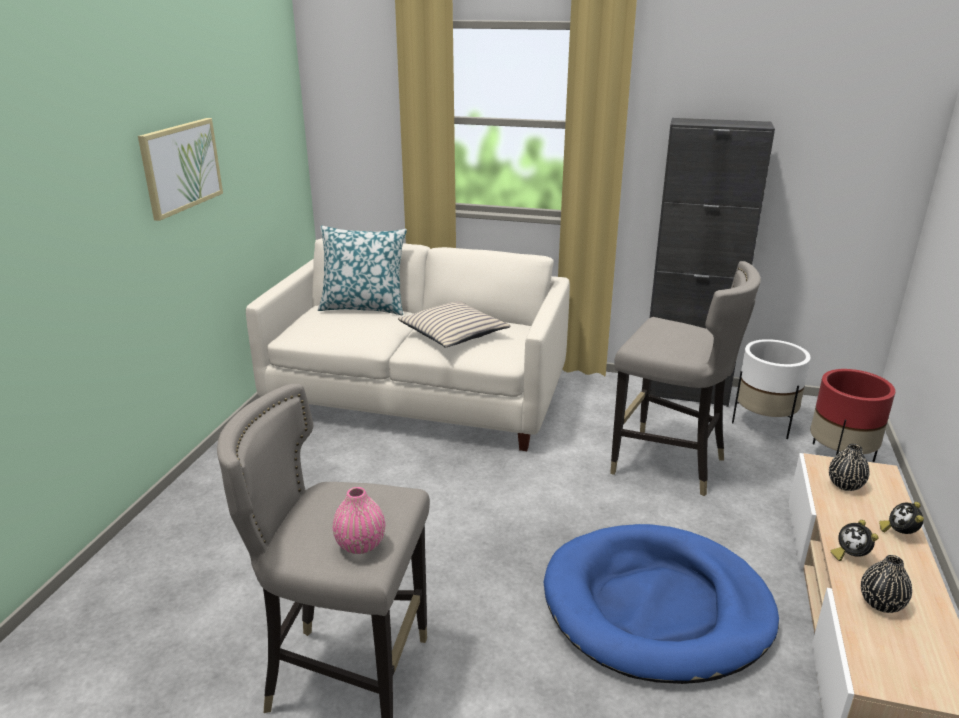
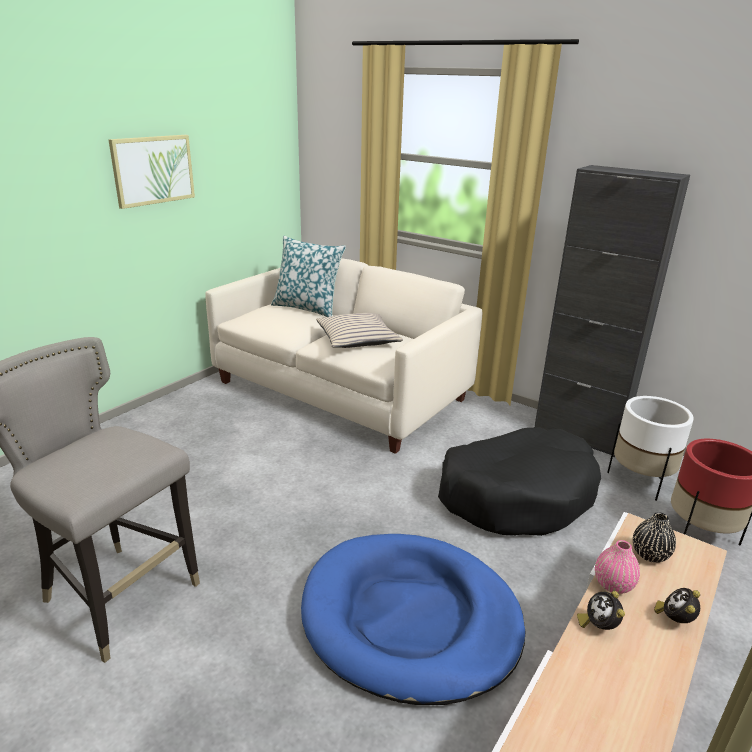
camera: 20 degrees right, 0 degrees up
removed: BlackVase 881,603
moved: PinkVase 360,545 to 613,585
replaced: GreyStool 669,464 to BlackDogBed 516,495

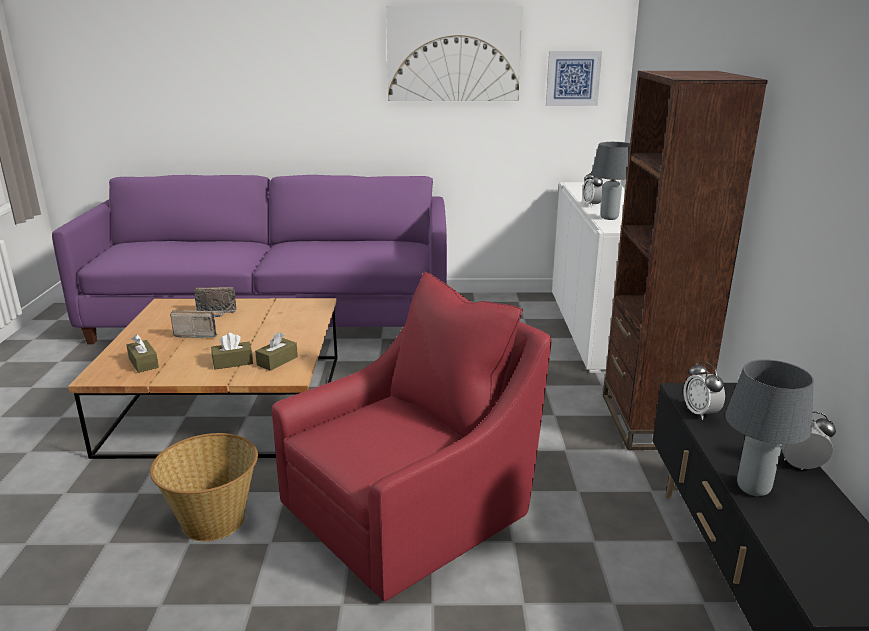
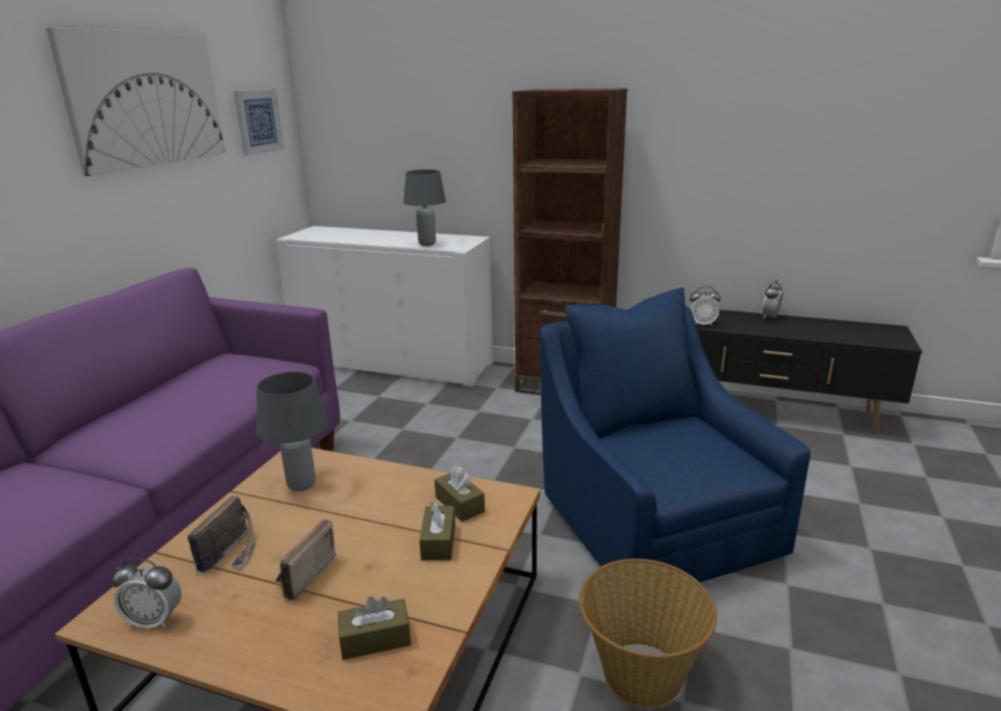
camera: 70 degrees left, 0 degrees up
moved: AlarmClock 591,205 to 155,620; GreyTableLamp 754,489 to 302,485
recoloured: RedArmchair 413,508 to BlueArmchair 653,520

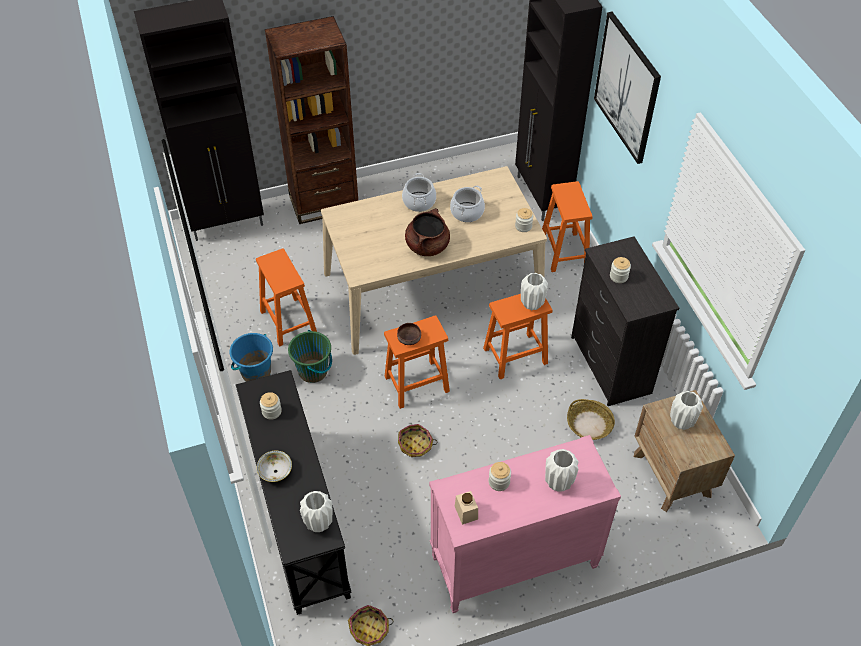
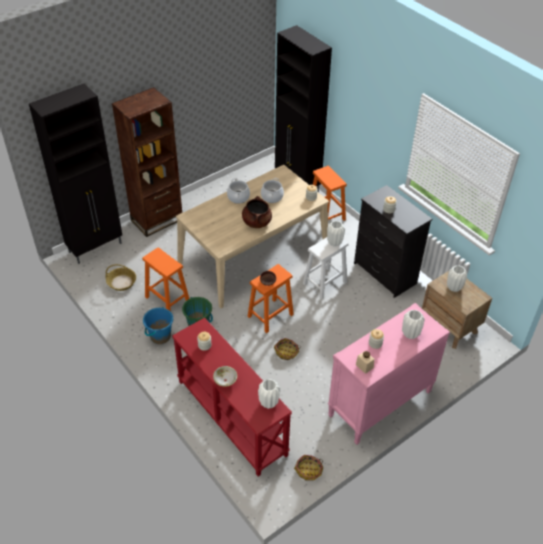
camera: 20 degrees left, 5 degrees down
removed: Picture 627,87
moved: Basket 589,424 to 121,282
recoloured: BlackConsoleTable 297,517 to RedConsoleTable 230,417; OrangeStool 514,356 to WhiteStool 324,283

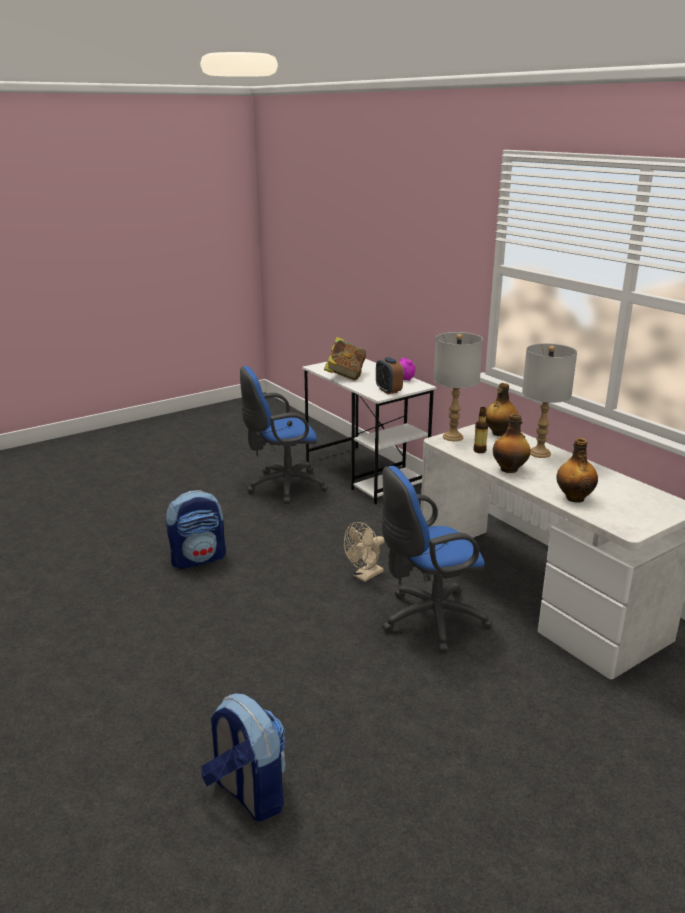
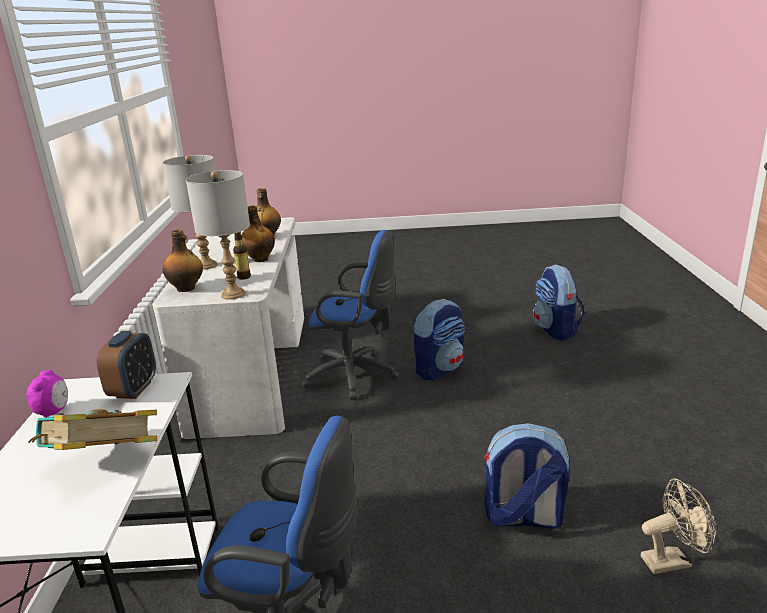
camera: 145 degrees left, 0 degrees up
added: Backpack 439,369
moved: BeigeFan 365,576 to 672,560

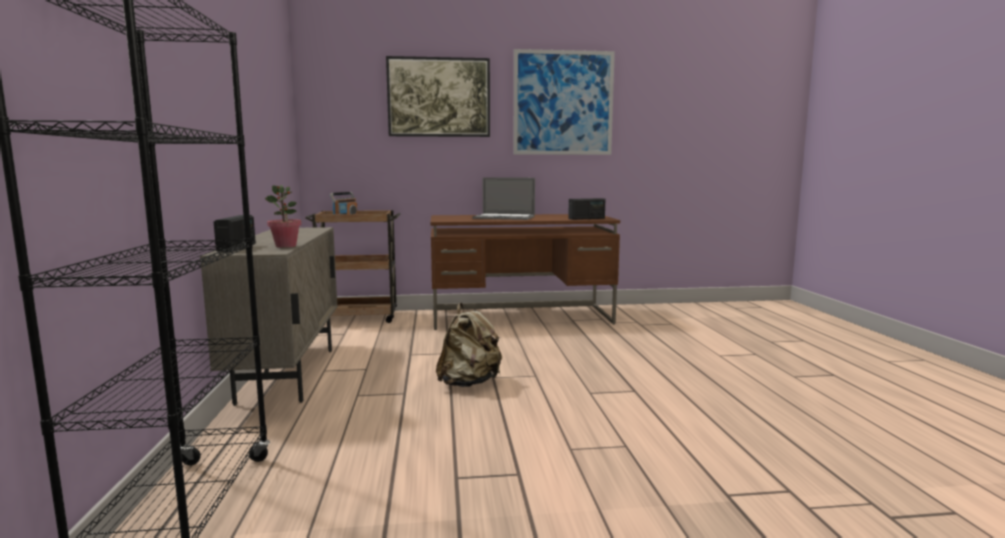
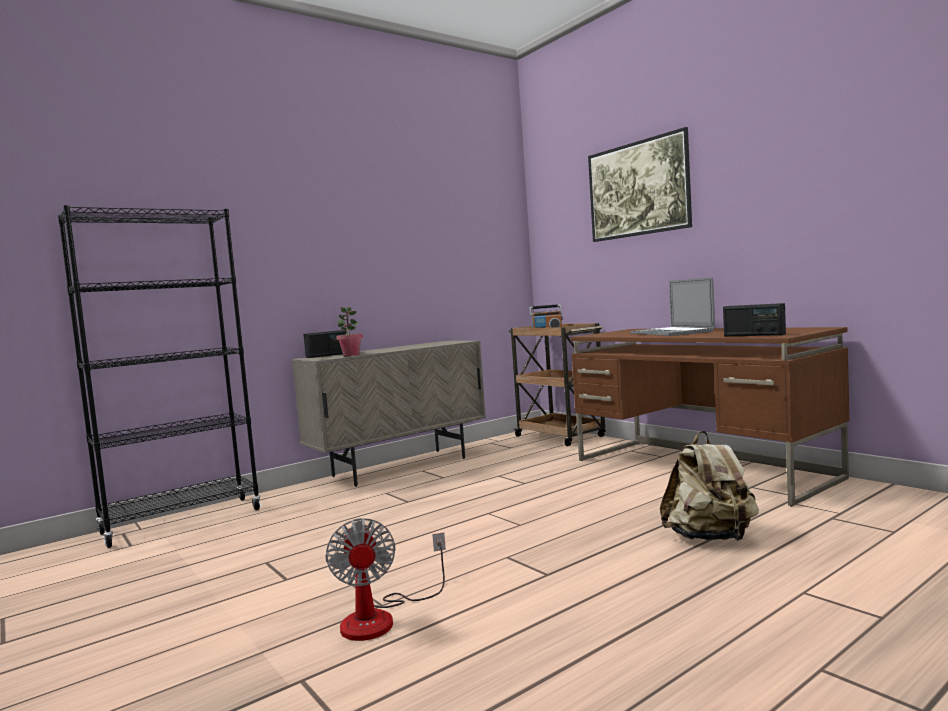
camera: 60 degrees right, 5 degrees down
removed: Picture 563,103
added: Fan 382,617
moved: BeigeBackpack 469,383 to 710,538

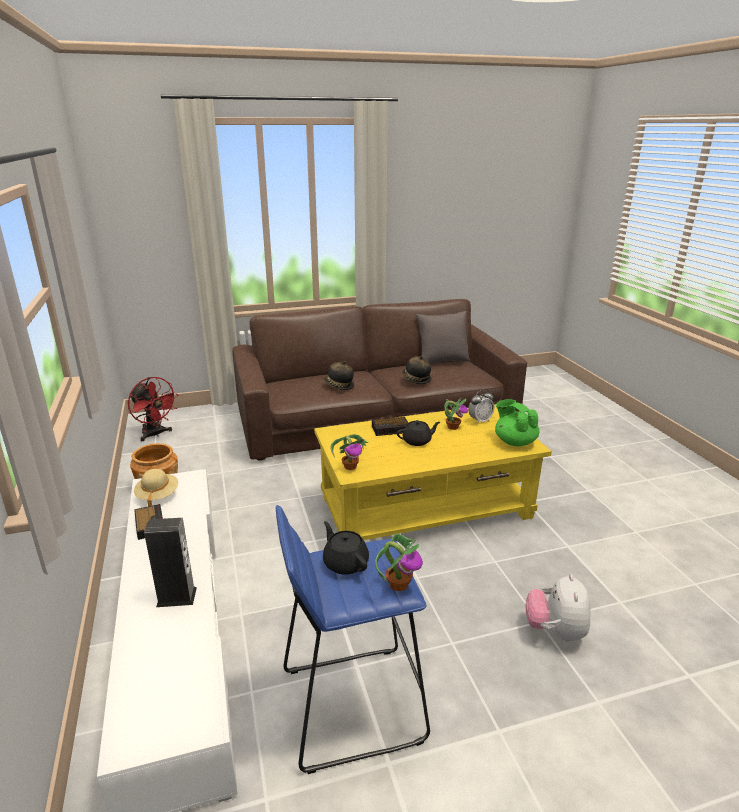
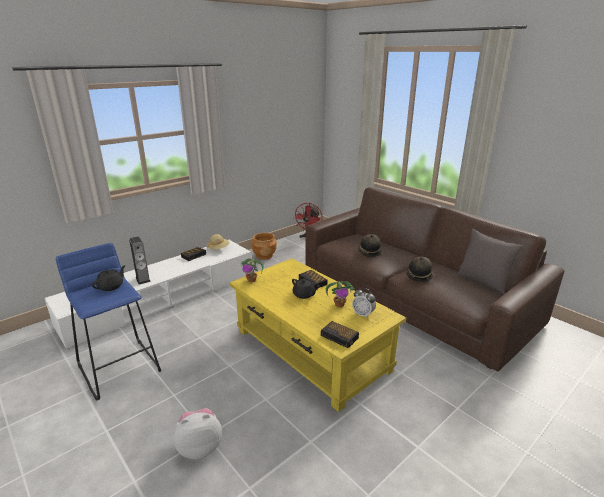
camera: 65 degrees right, 0 degrees up
removed: PottedPlant 398,584
replaced: GreenTeapot 514,442 to AlarmClock 340,337

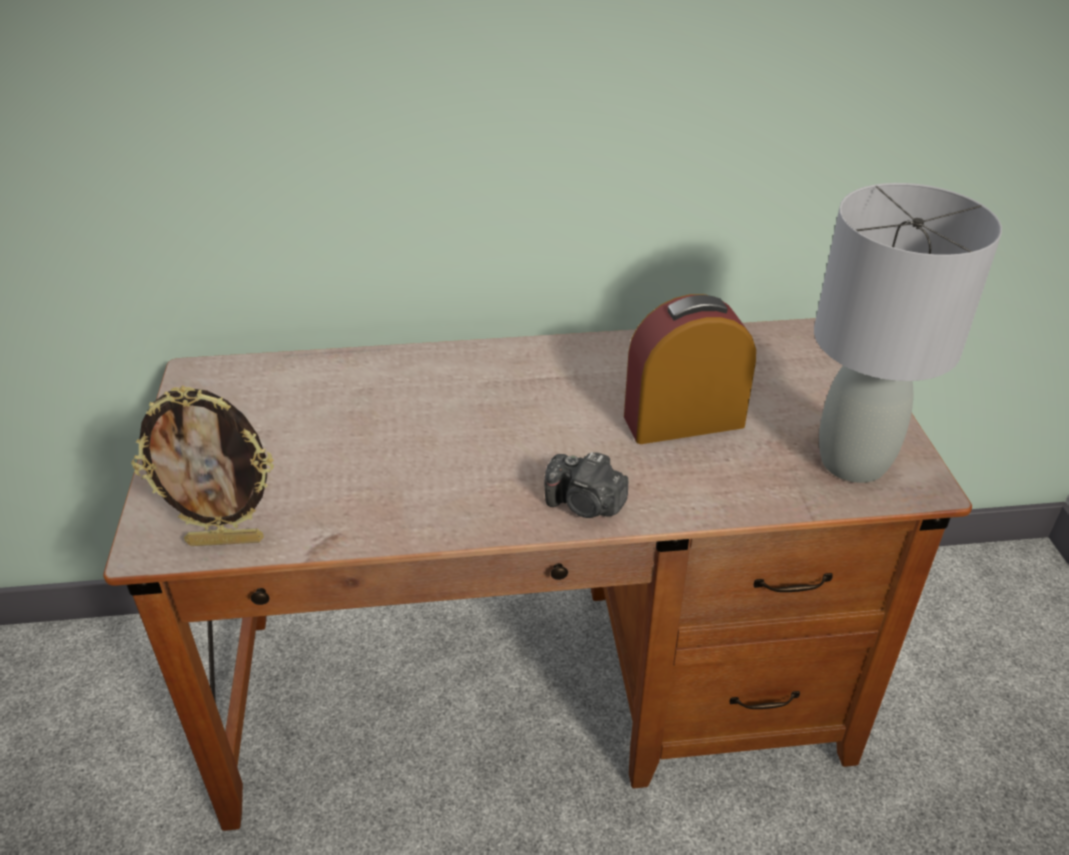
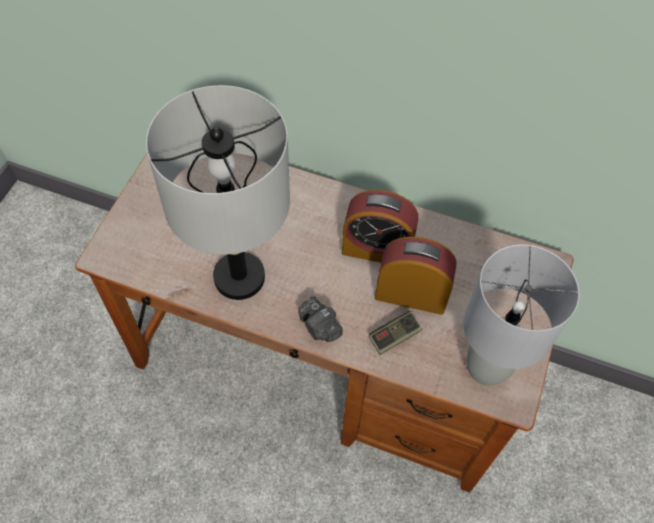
camera: 25 degrees right, 20 degrees up
removed: PictureFrame 226,540
added: GreyTableLamp 239,277; AlarmClock 377,249; GameController 394,336

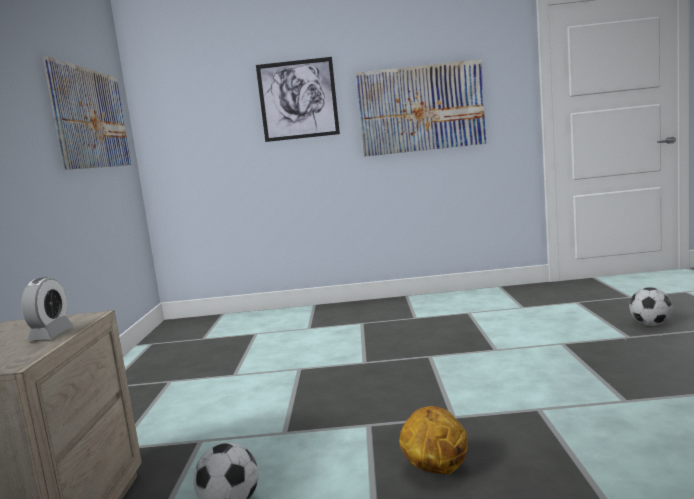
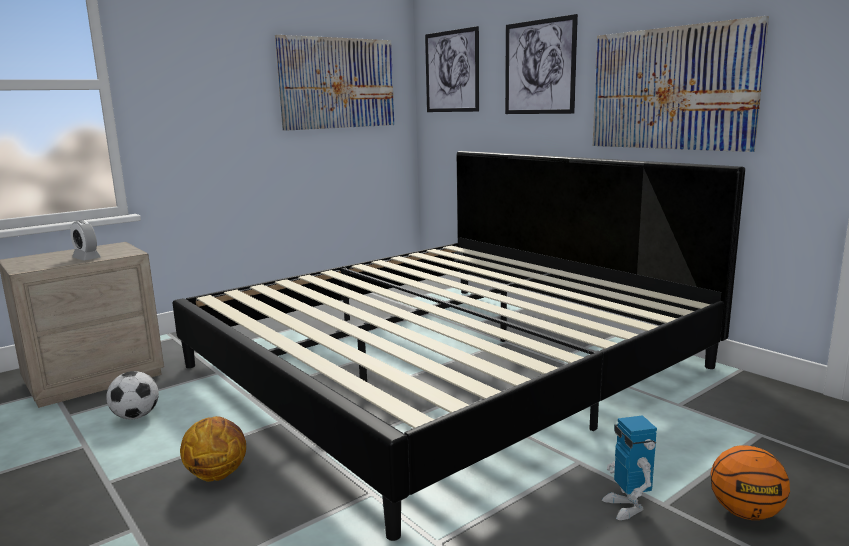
camera: 50 degrees right, 5 degrees up
added: Bed 444,366; Picture 451,71; ToyRobot 627,507
replaced: Football 650,324 to Basketball 745,513
turned: AlarmClock 51,334 = 86,258 75 degrees clockwise

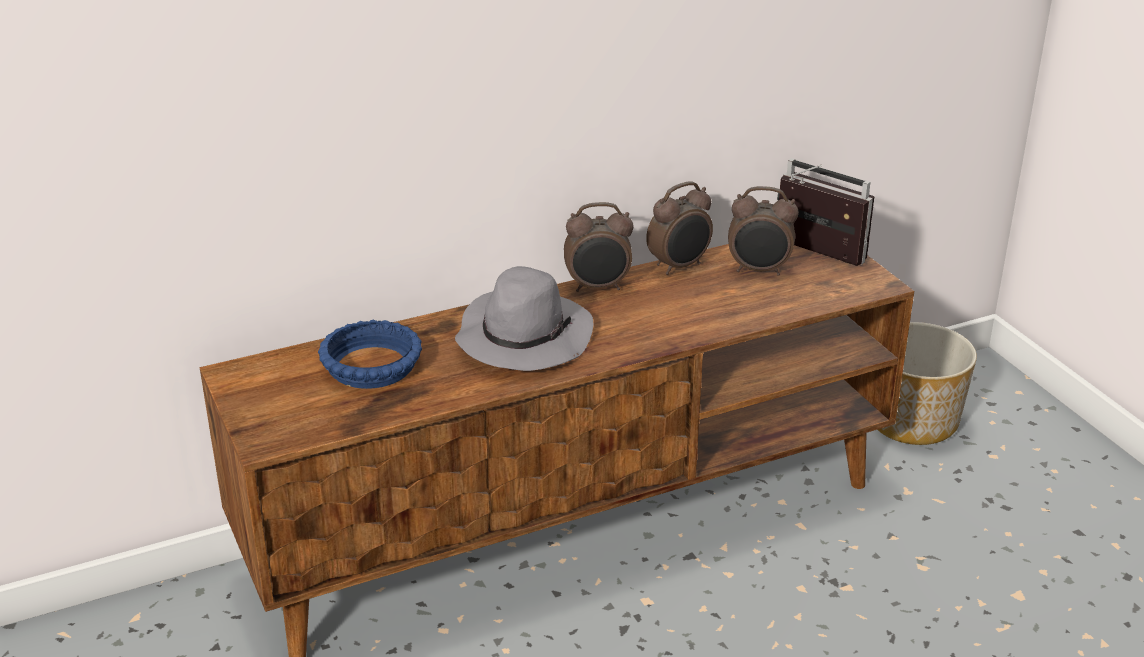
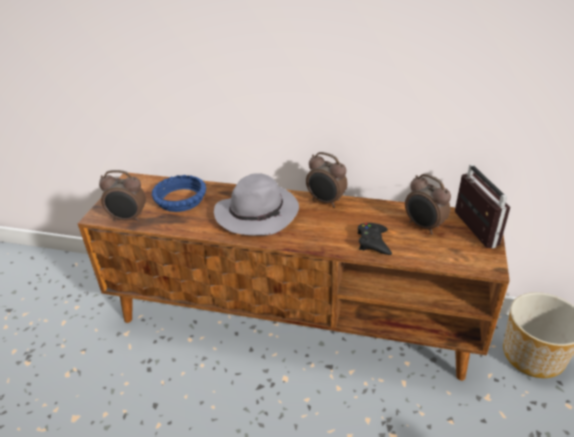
camera: 40 degrees right, 5 degrees up
added: BlackGameController 373,242
moved: AlarmClock 679,266 to 128,218

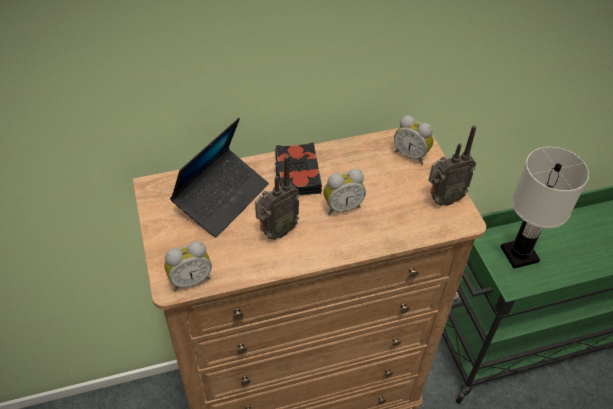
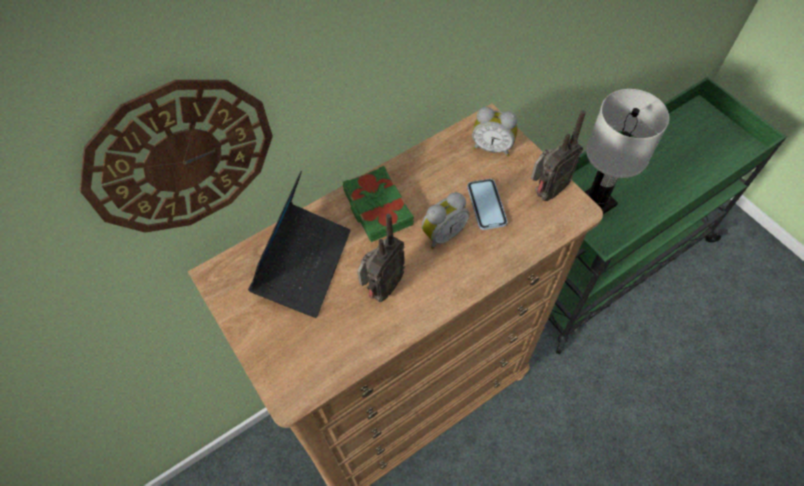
camera: 15 degrees left, 10 degrees up
removed: AlarmClock 190,279
added: WallClock 181,158; Phone 486,205
recoloured: BlackBook 297,174 to GreenBook 377,208

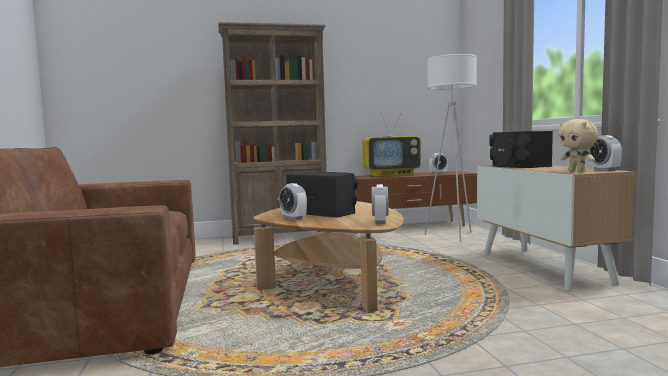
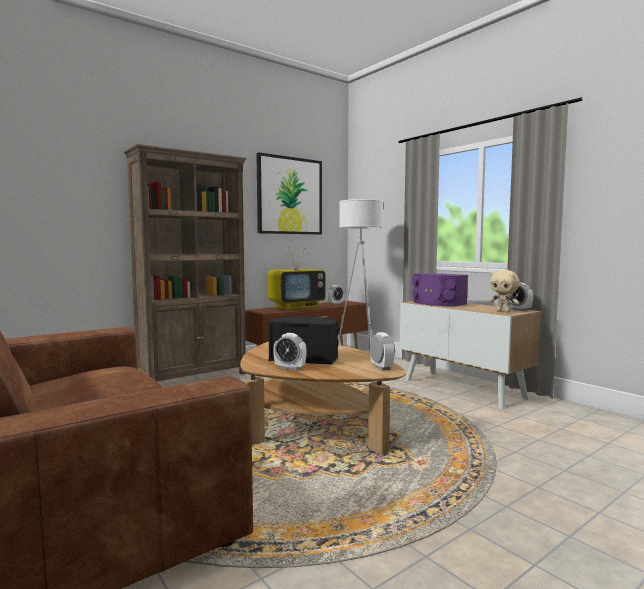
camera: 25 degrees left, 0 degrees up
added: Picture 289,196
recoloured: BlackSpeaker 517,166 to PurpleSpeaker 437,303

